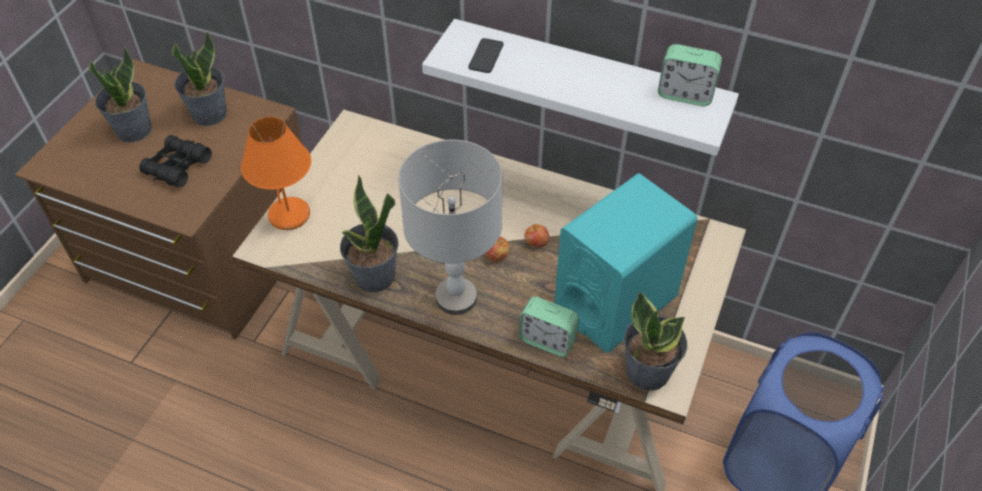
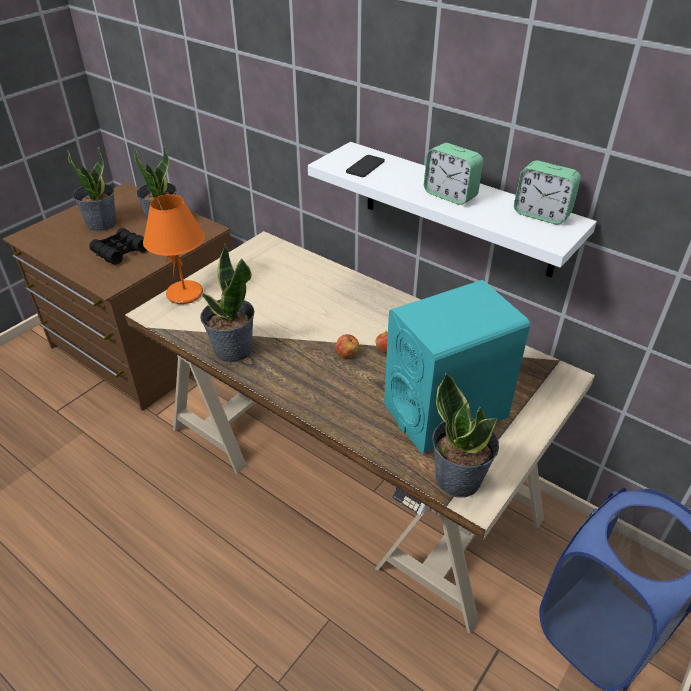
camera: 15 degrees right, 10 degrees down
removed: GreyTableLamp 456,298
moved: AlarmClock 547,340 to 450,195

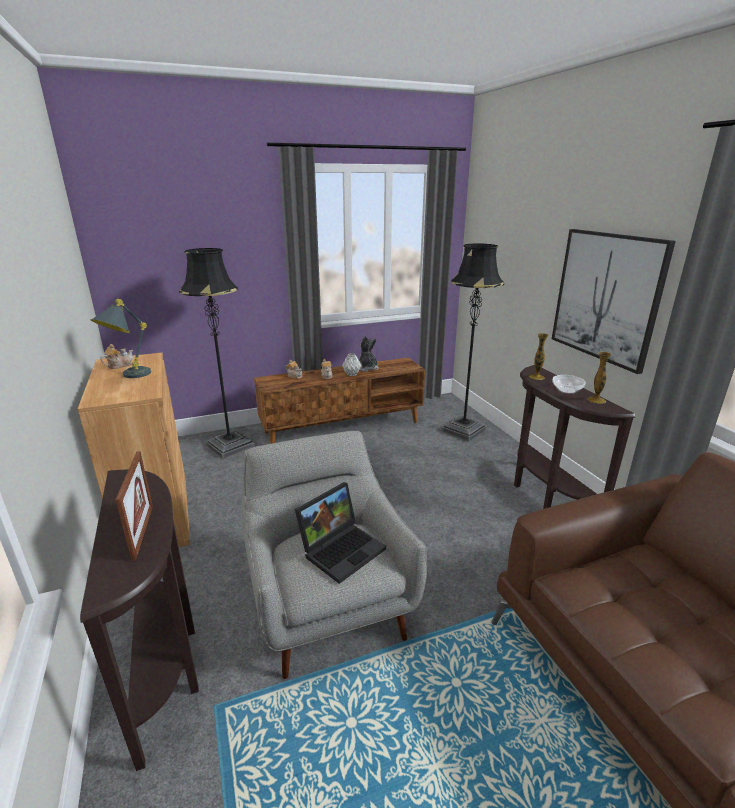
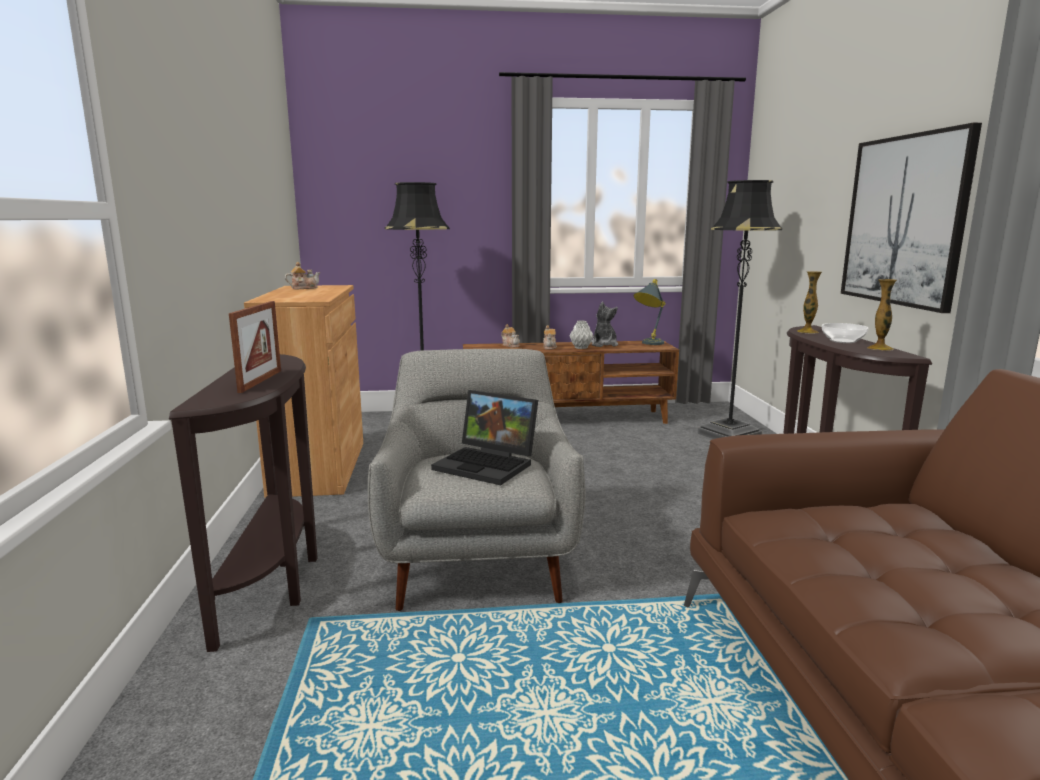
camera: 15 degrees right, 10 degrees down
moved: GreyTableLamp 128,376 to 648,344
turned: Laptop 342,548 = 489,464 60 degrees clockwise

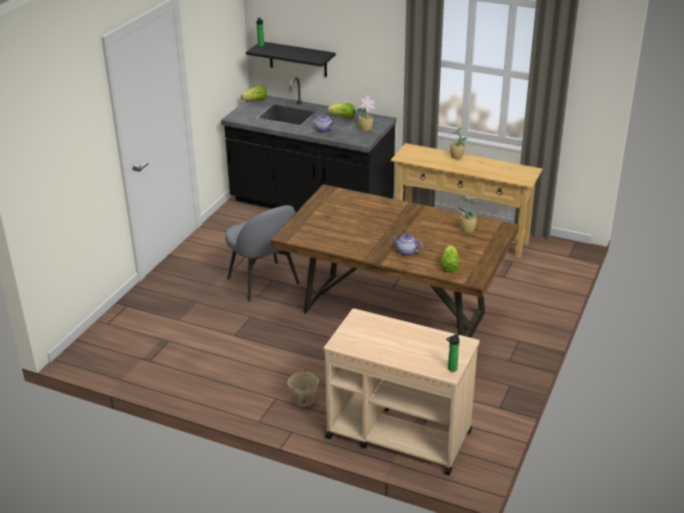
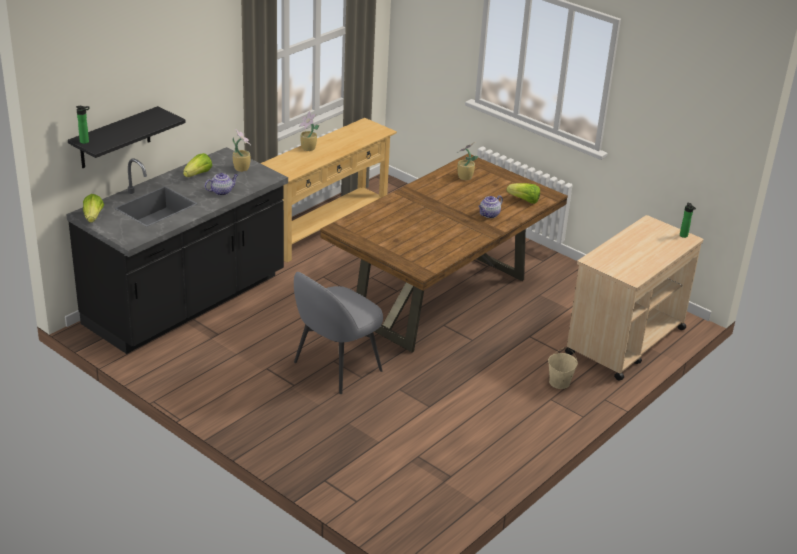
camera: 75 degrees left, 0 degrees up
turned: GreyChair 264,282 = 335,367 150 degrees clockwise

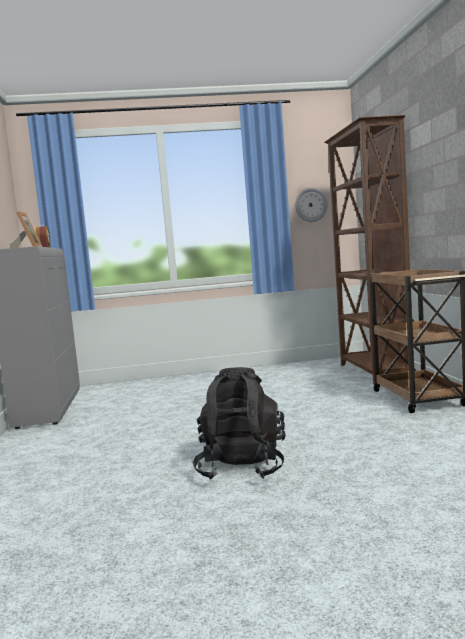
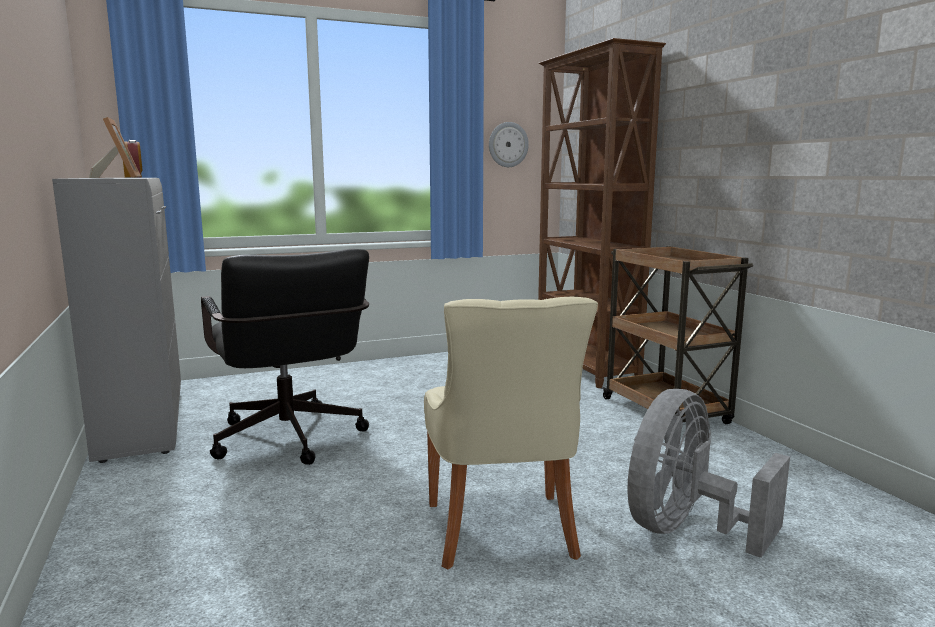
camera: 15 degrees left, 5 degrees up
added: BlackOfficeChair 291,442; GreyFan 686,530
replaced: BlackBackpack 242,468 to BeigeChair 502,533

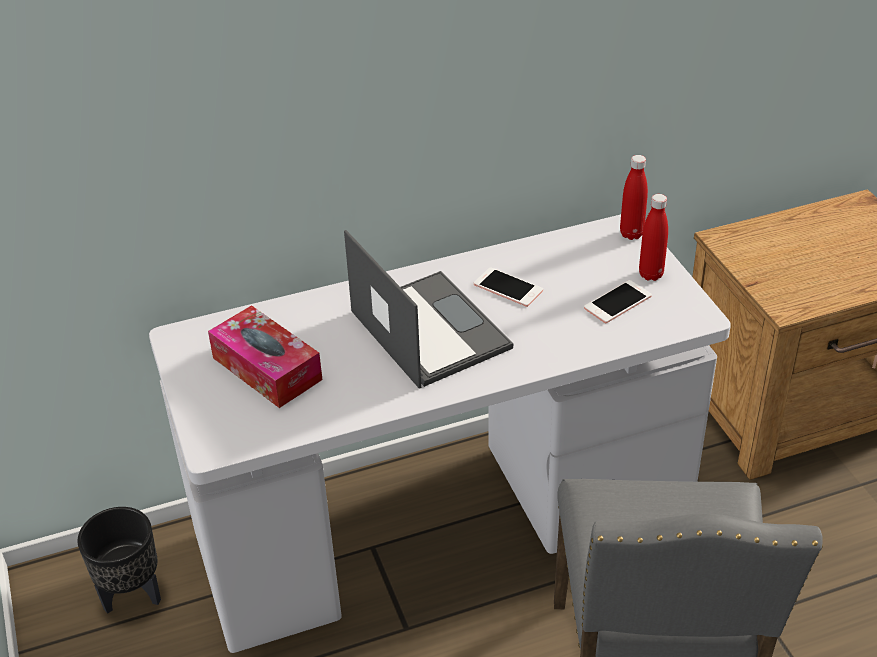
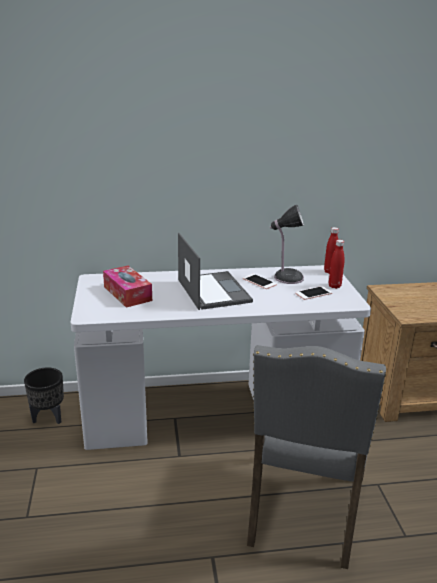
camera: 10 degrees right, 15 degrees down
added: TableLamp 286,277

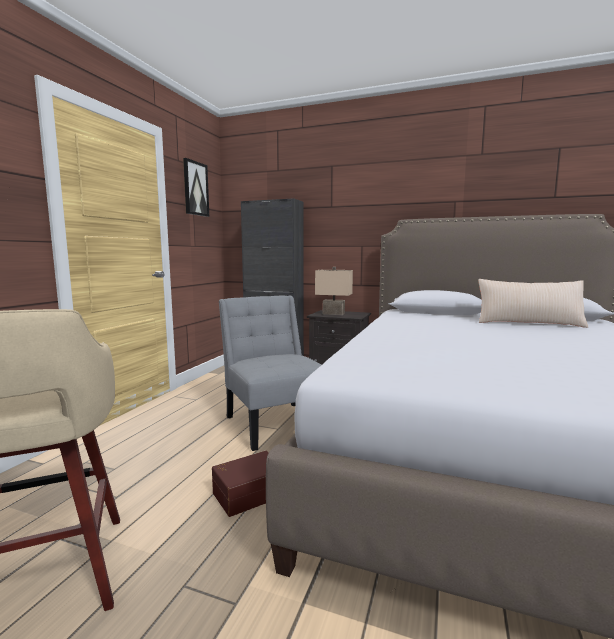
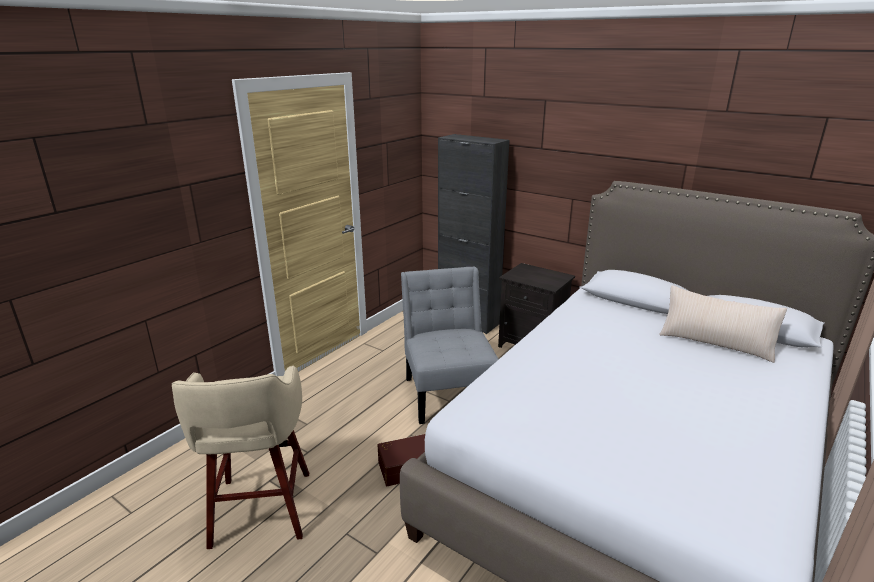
camera: 15 degrees right, 15 degrees up
removed: Picture 195,188; BeigeTableLamp 334,313

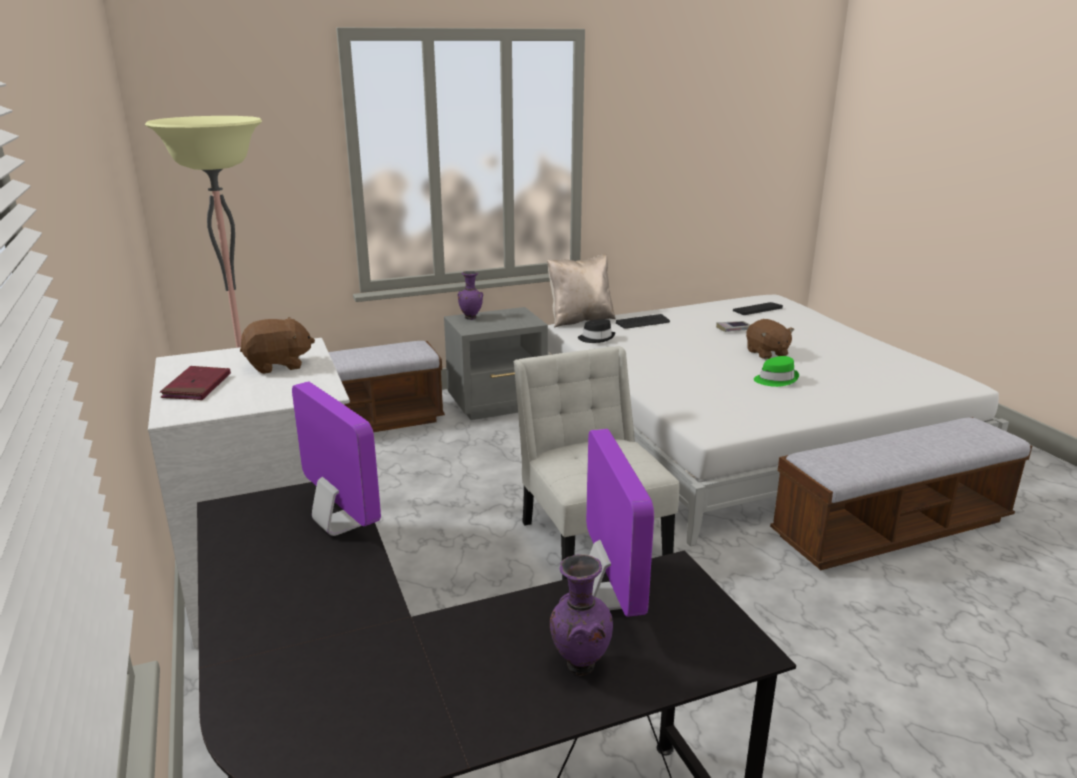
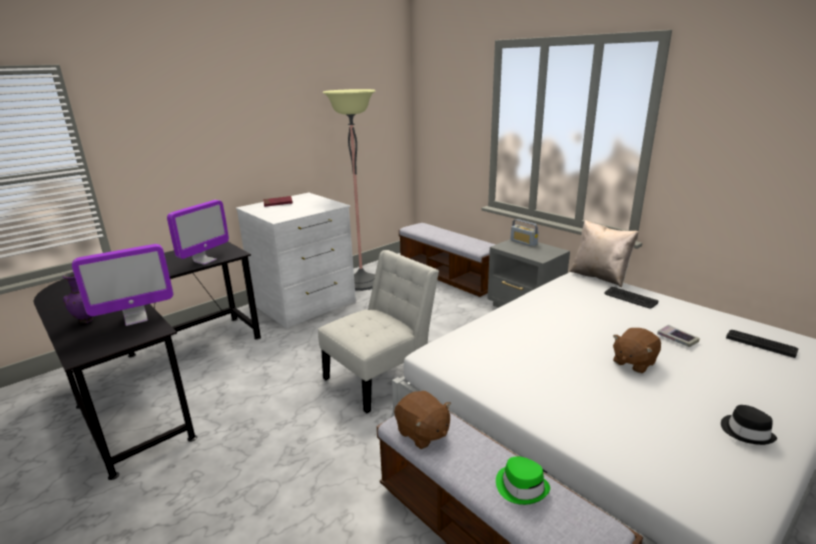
camera: 70 degrees right, 0 degrees up
moved: BrownPlushToy 278,365 to 422,433; BlackHat 596,338 to 746,432; GreenHat 775,379 to 521,487
replaced: PurpleVase 471,318 to Radio 523,242

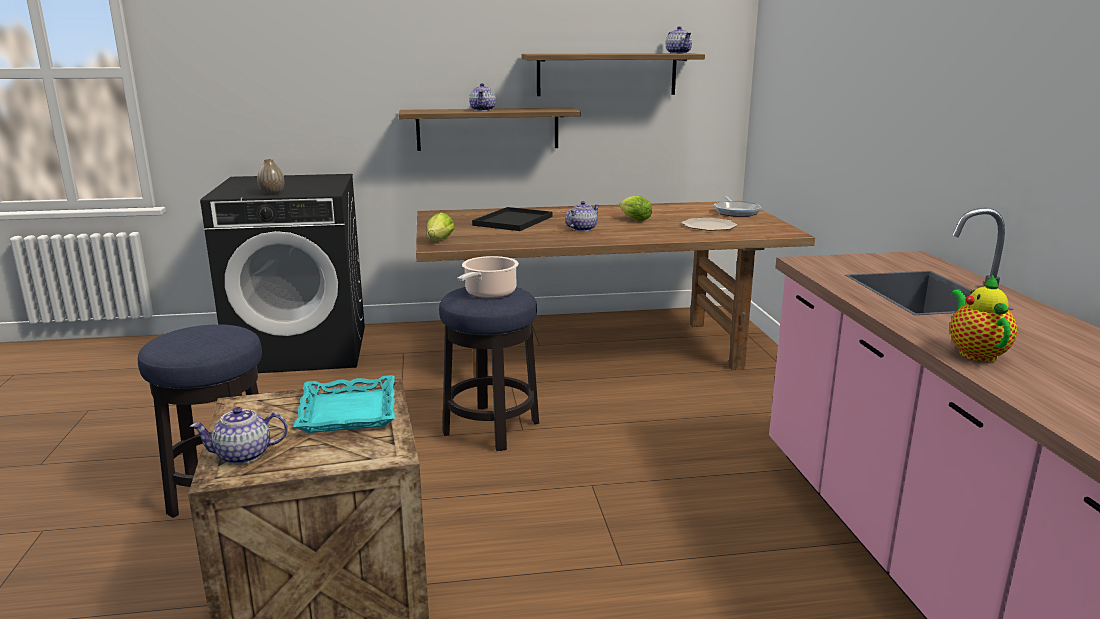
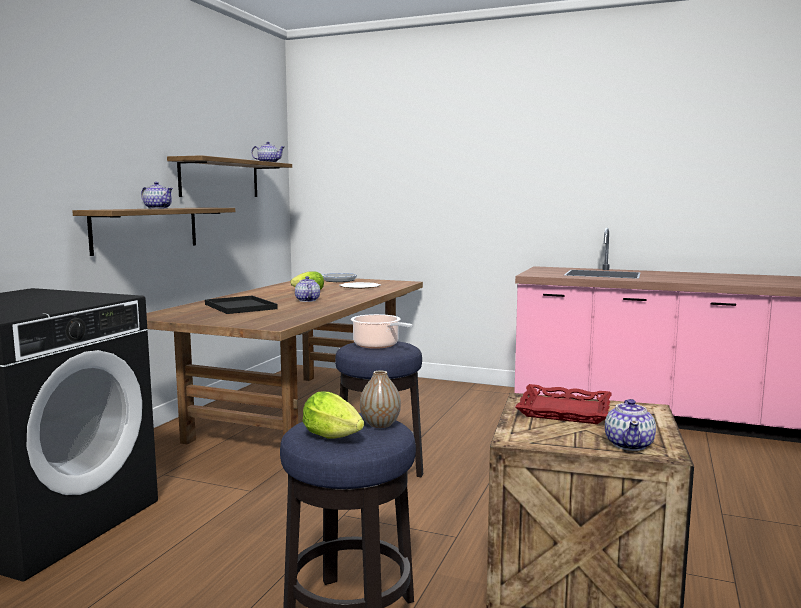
camera: 60 degrees left, 10 degrees down
removed: Teapot 975,353
moved: Vase 272,193 to 380,424; Lettuce 439,241 to 335,438
recoloured: TurquoiseTray 349,412 to RedTray 564,410

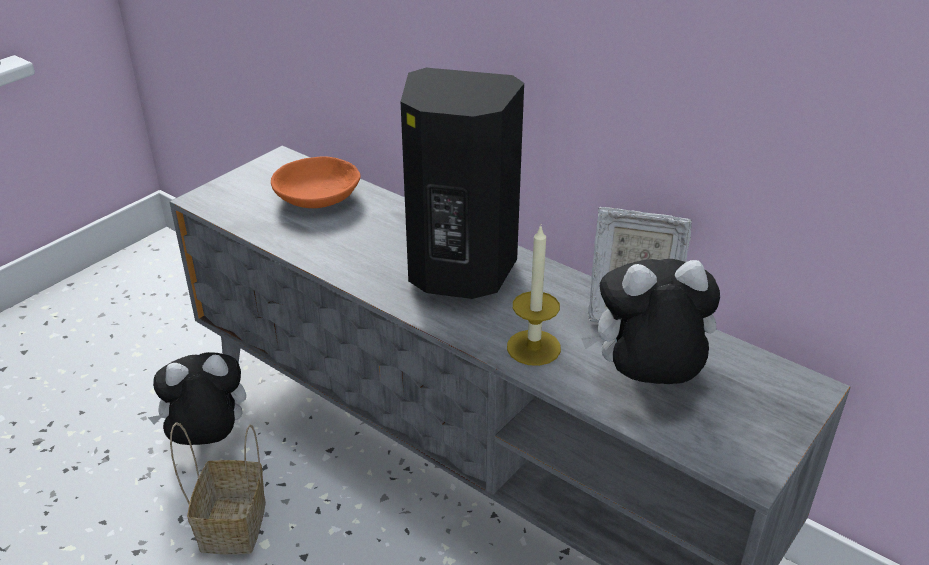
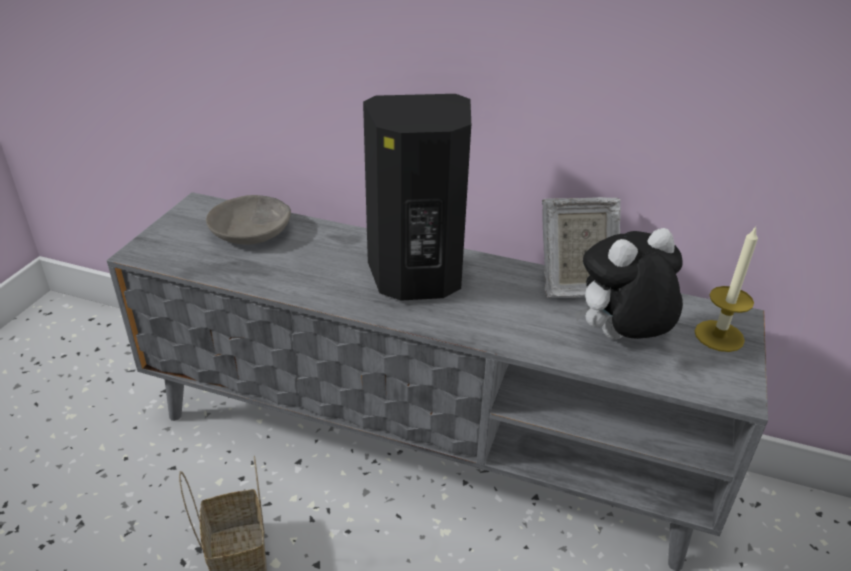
camera: 20 degrees left, 0 degrees up
removed: PlushToy 208,441
moved: Candle 533,347 to 719,336
recoloured: OrangeBowl 319,195 to GreyBowl 252,231

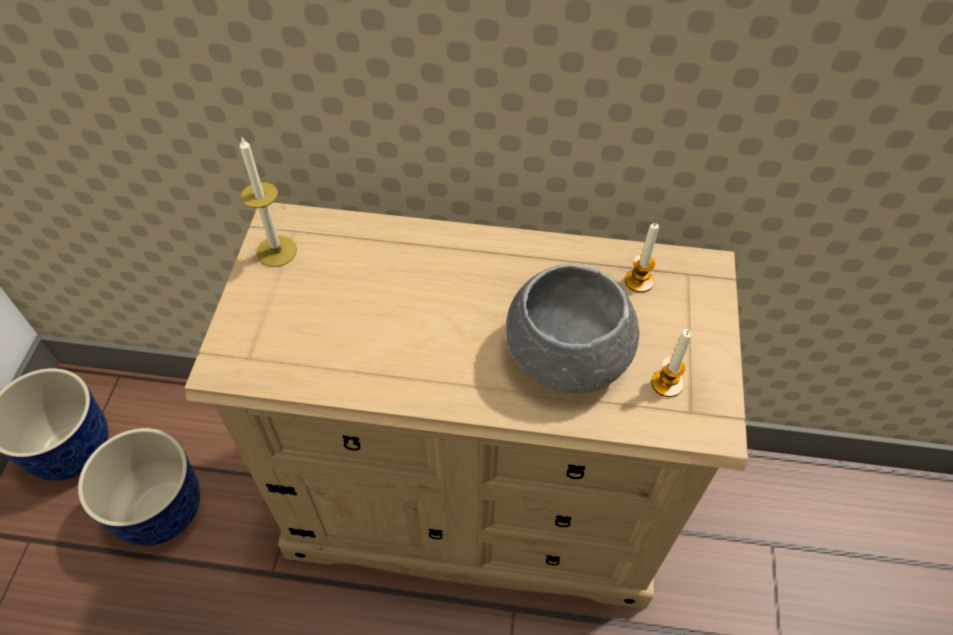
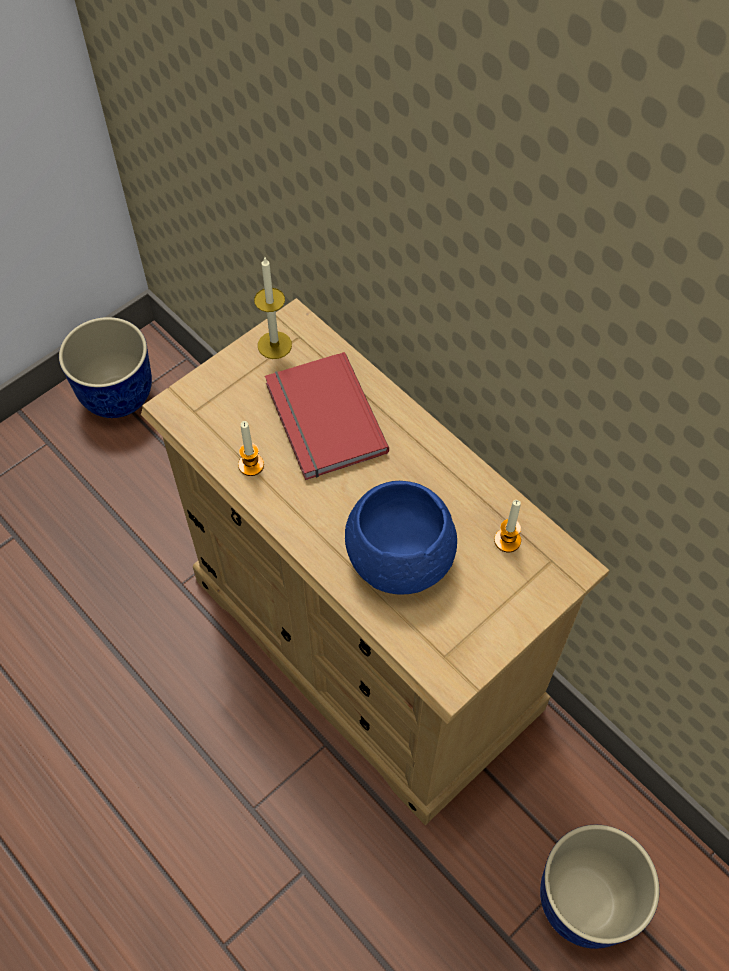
camera: 40 degrees right, 5 degrees up
added: RedBook 322,420
moved: Planter 164,511 to 585,902; Candle 667,383 to 251,465
recoloured: GreyBowl 568,355 to BlueBowl 399,557

